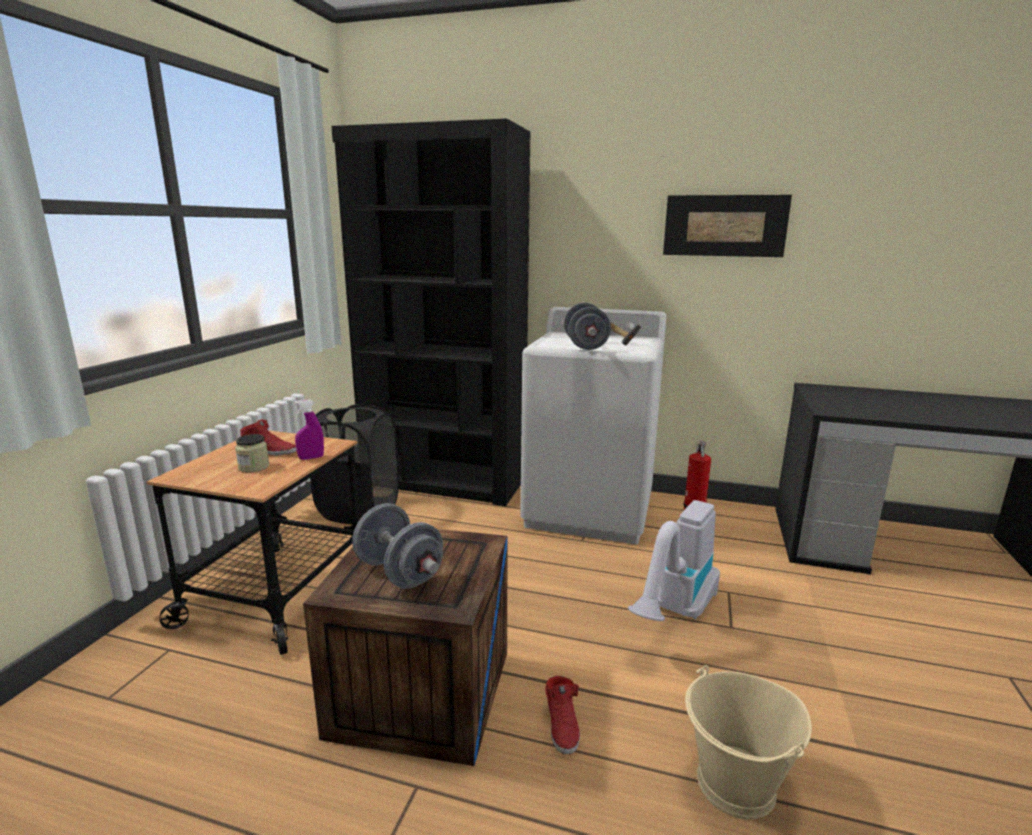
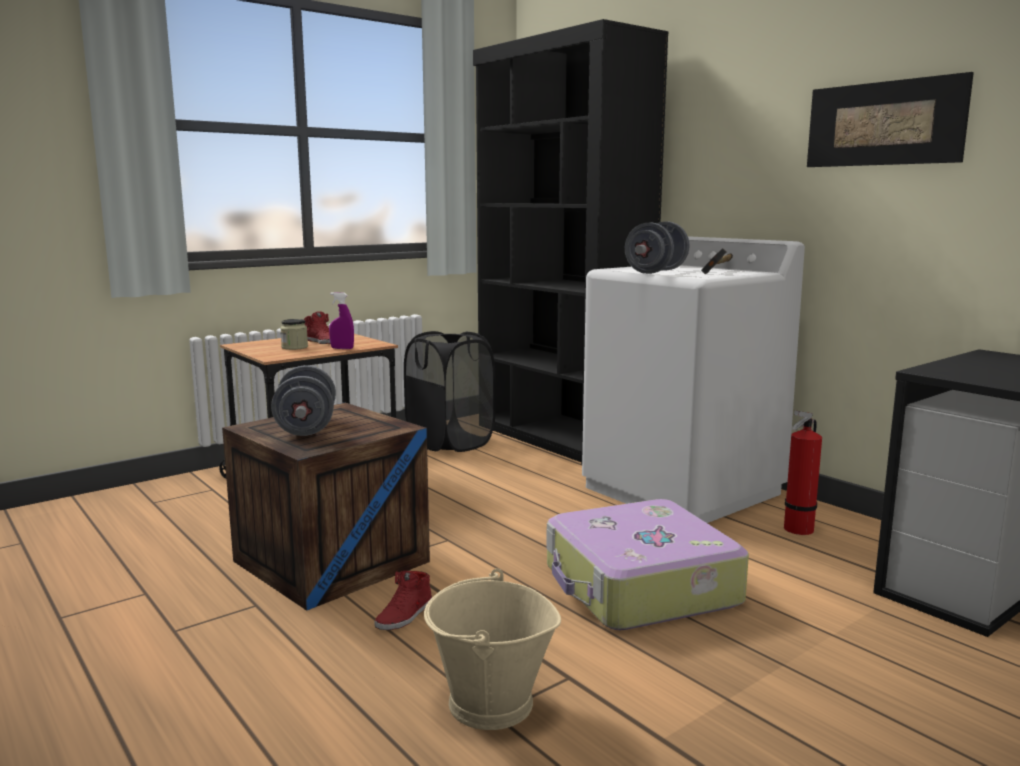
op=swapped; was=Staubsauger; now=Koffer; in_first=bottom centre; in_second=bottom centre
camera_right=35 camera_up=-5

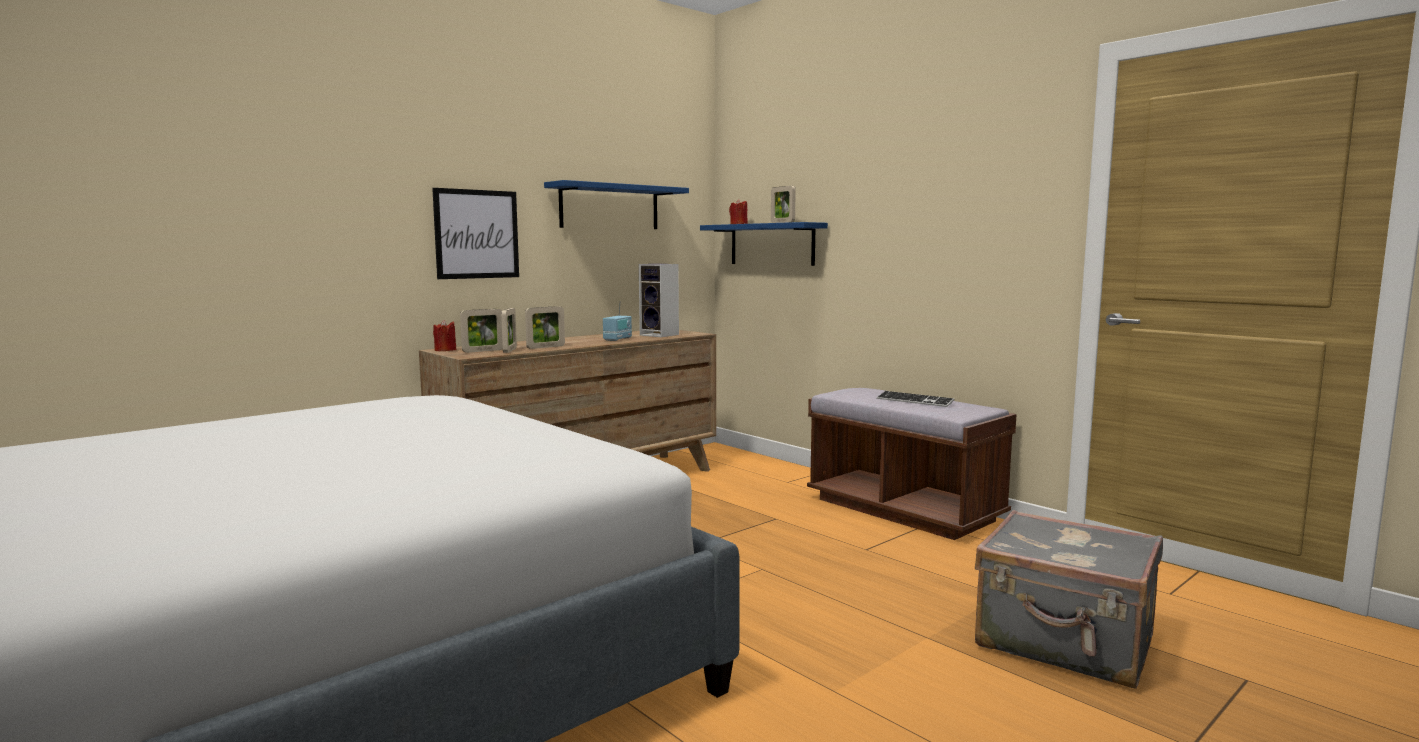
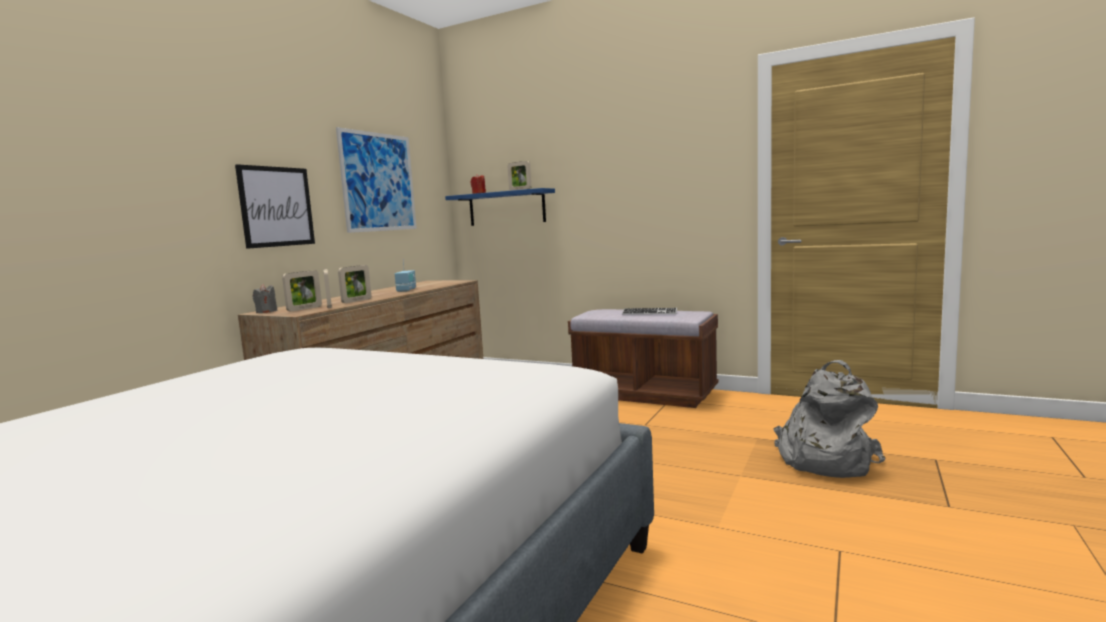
op=swapped; was=Wandregal (blau) (no. 1 from left); now=Bild (no. 2 from left); in_first=top centre; in_second=top centre
op=gone; was=Lautsprecher; in_first=centre
op=repainted; was=Kerze (rot) (no. 1 from left); now=Kerze (grau); in_first=middle left; in_second=middle left
op=swapped; was=Koffer (grau); now=Rucksack (grau); in_first=bottom right; in_second=bottom right
camera_right=-20 camera_up=0

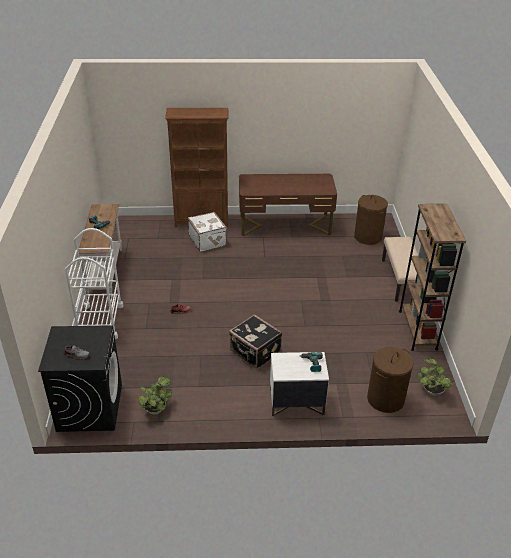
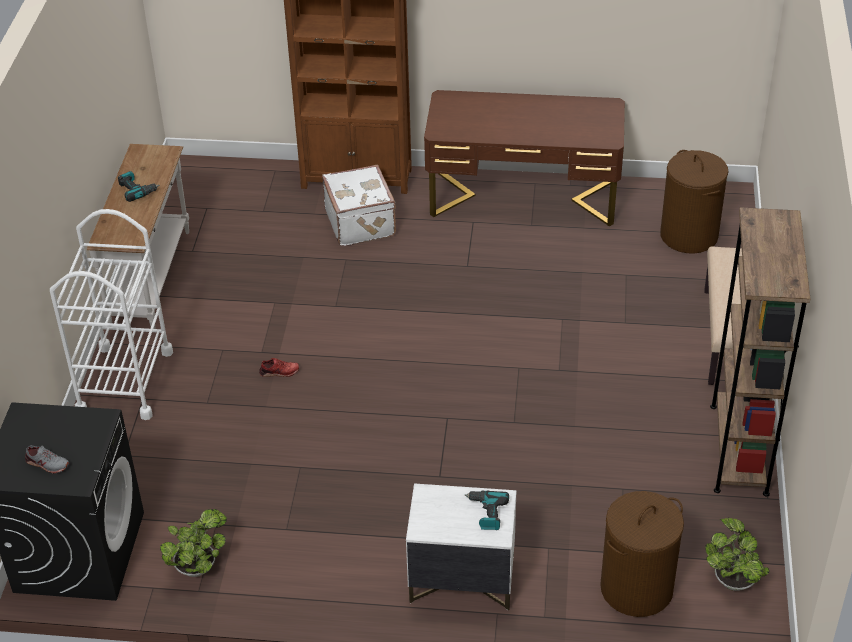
op=gone; was=Koffer (schwarz); in_first=centre
camera_right=10 camera_up=5

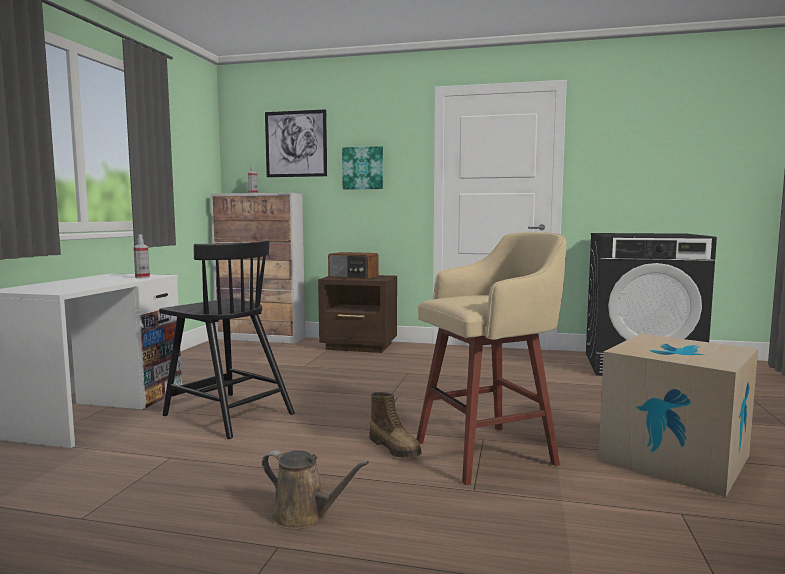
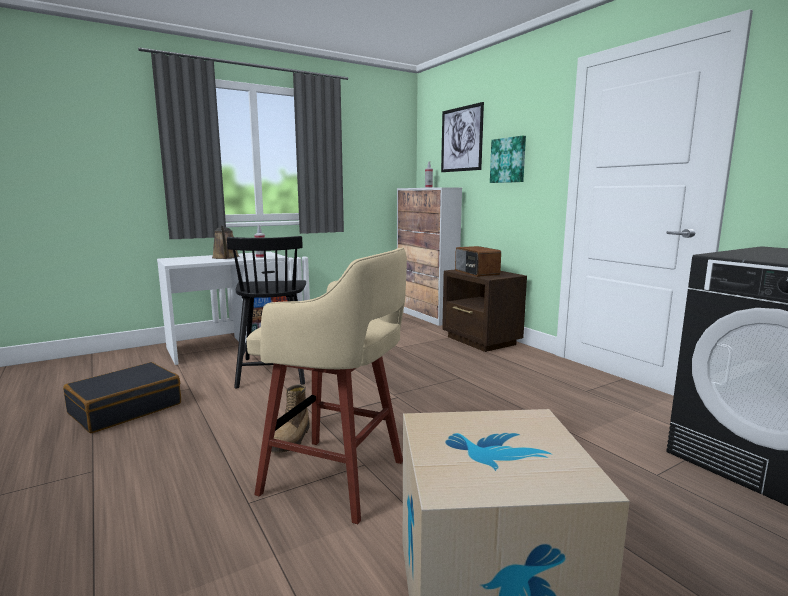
op=shifted; was=Gießkanne (braun); in_first=bottom centre; in_second=middle left
op=new; now=Koffer (schwarz); in_second=middle left
camera_right=45 camera_up=5

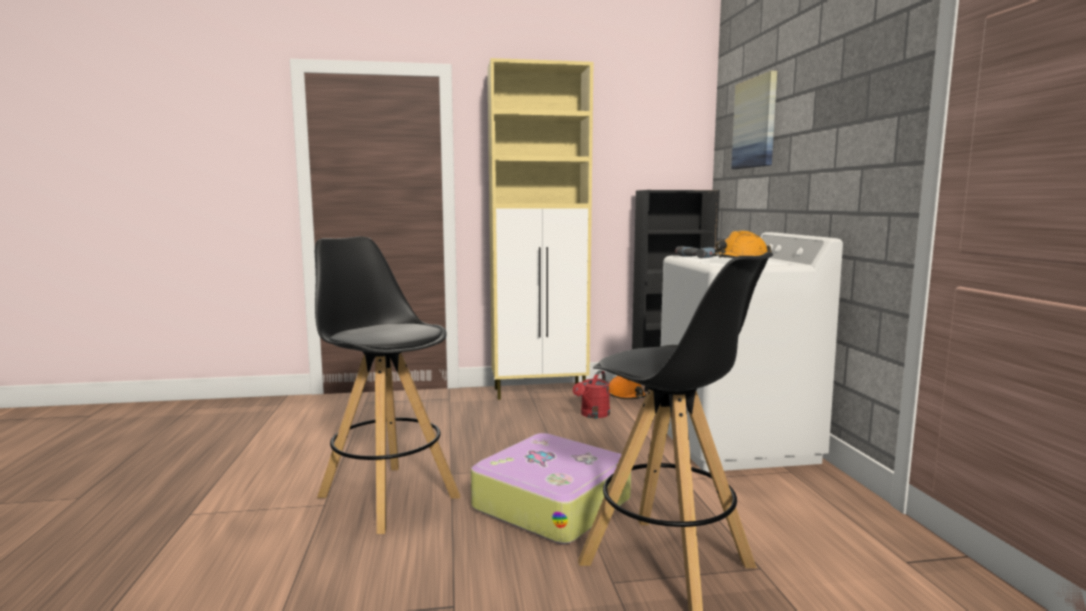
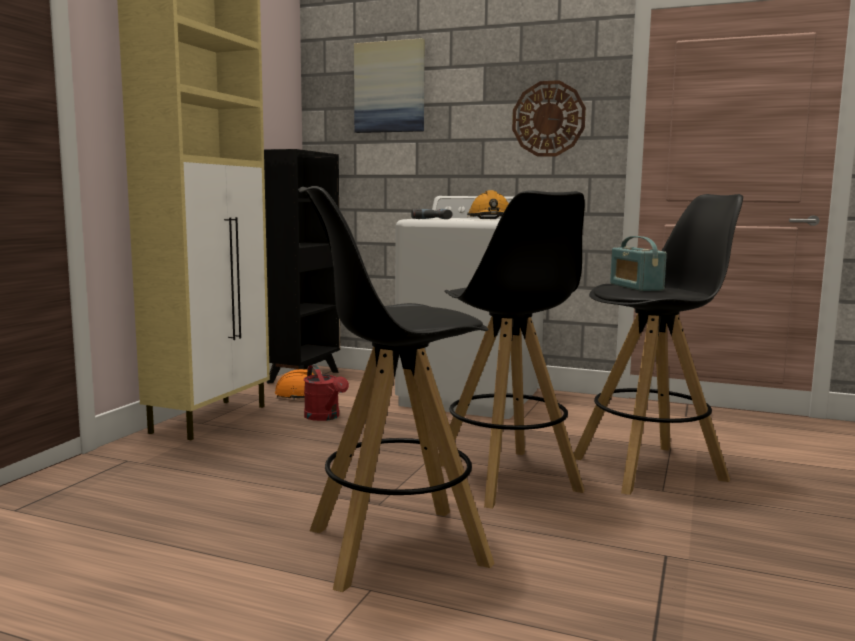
op=swapped; was=Koffer; now=Hocker (schwarz) (no. 2 from left); in_first=bottom centre; in_second=centre
op=new; now=Wanduhr; in_second=top centre
op=new; now=Radio; in_second=middle right
camera_right=-60 camera_up=0

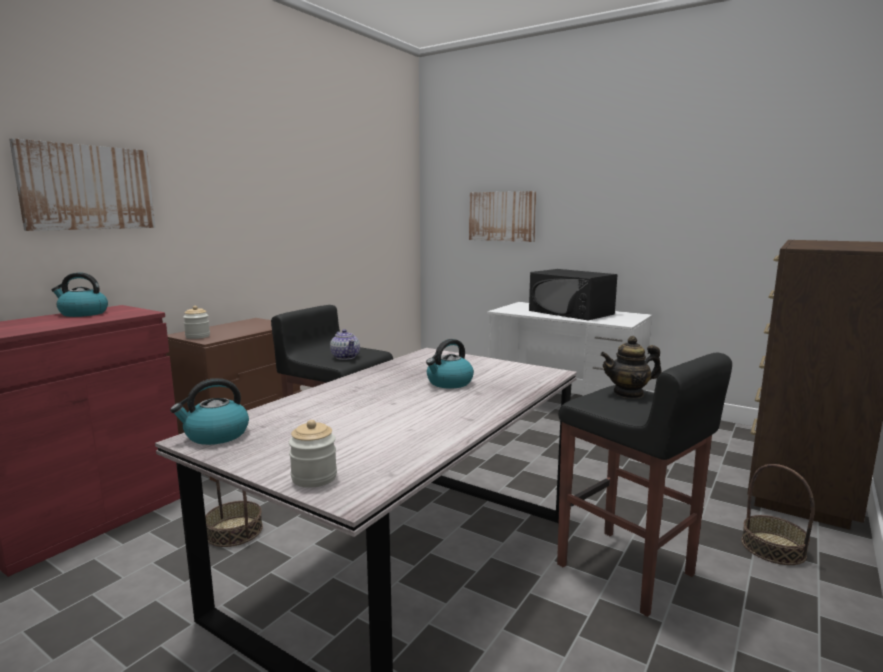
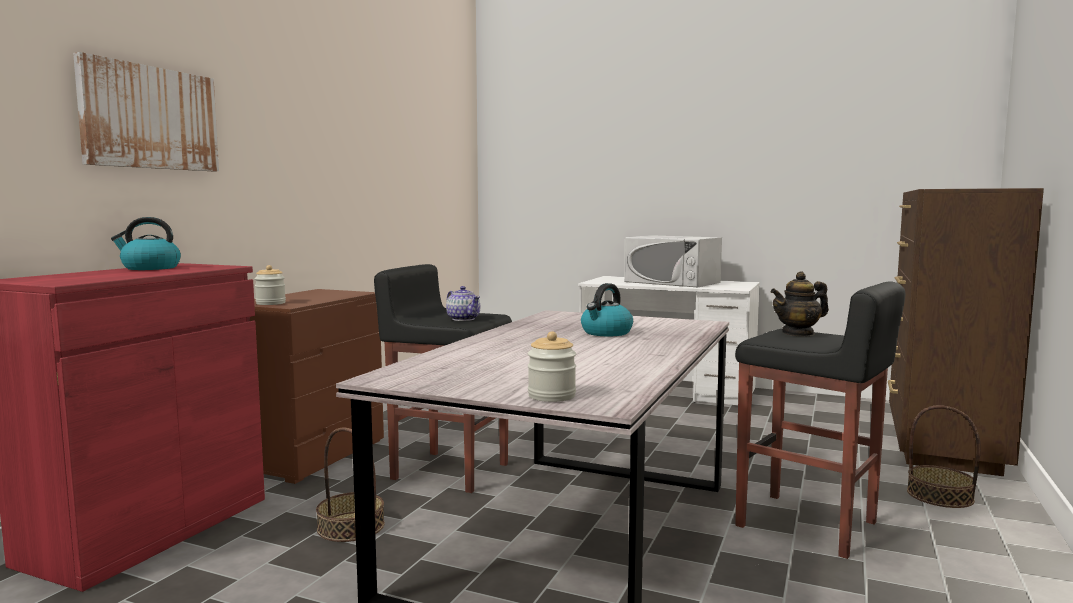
op=gone; was=Bild (no. 2 from left); in_first=top centre
op=repainted; was=Mikrowelle (schwarz); now=Mikrowelle (weiß); in_first=centre; in_second=centre
op=gone; was=Wasserkessel (no. 2 from left); in_first=middle left
camera_right=-10 camera_up=-5

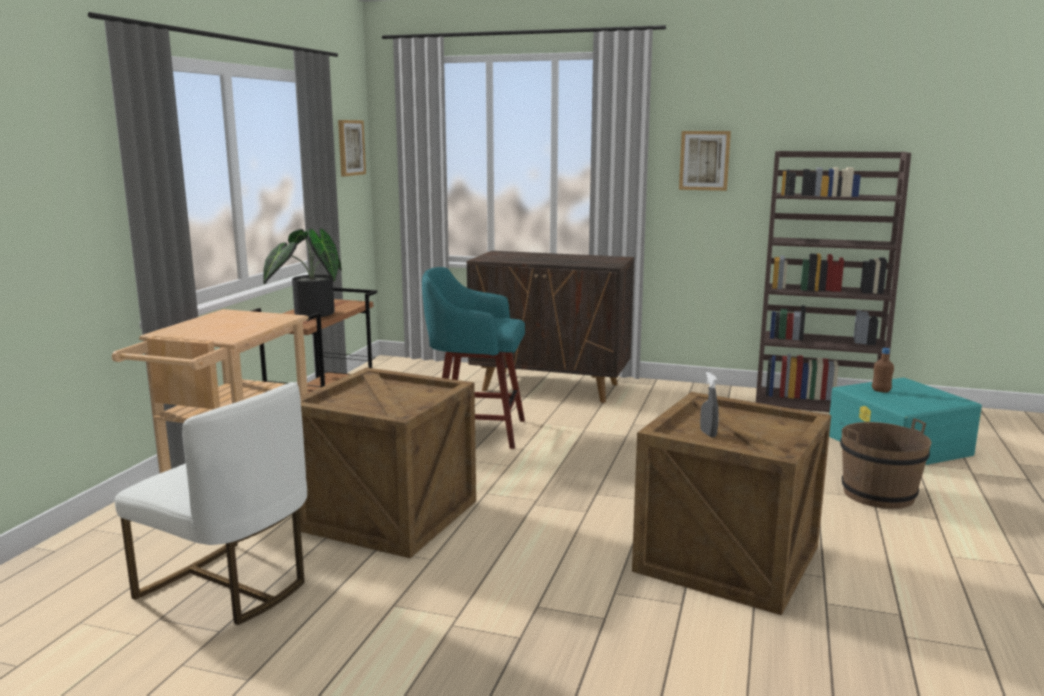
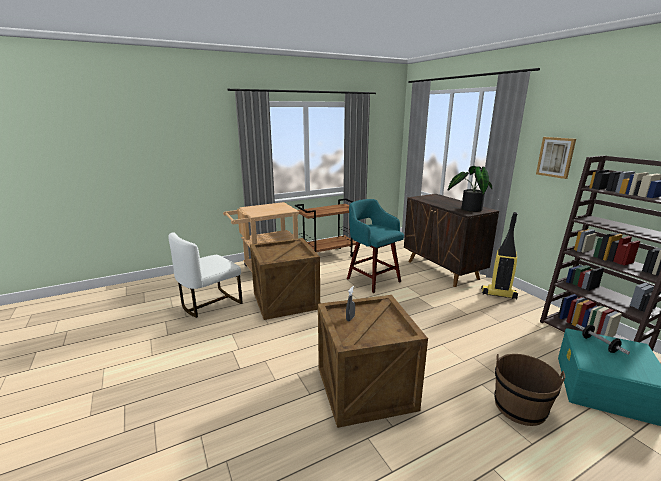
op=gone; was=Bild (no. 1 from left); in_first=top centre
op=shifted; was=Topfpflanze; in_first=middle left; in_second=middle right
op=swapped; was=Flasche (braun); now=Hantel; in_first=middle right; in_second=bottom right
op=rotated; was=Stuhl (weiß); in_first=bottom left; in_second=middle left; clockwise=60
op=new; now=Staubsauger; in_second=middle right
camera_right=45 camera_up=5

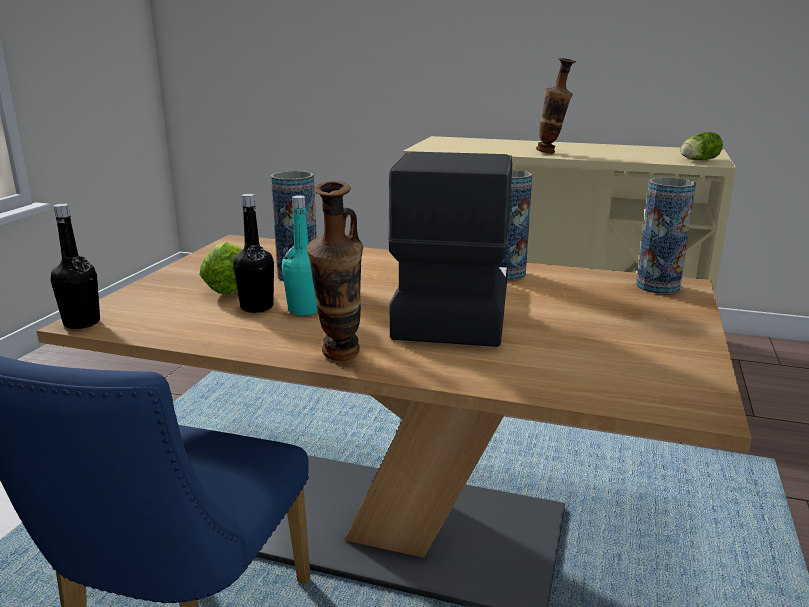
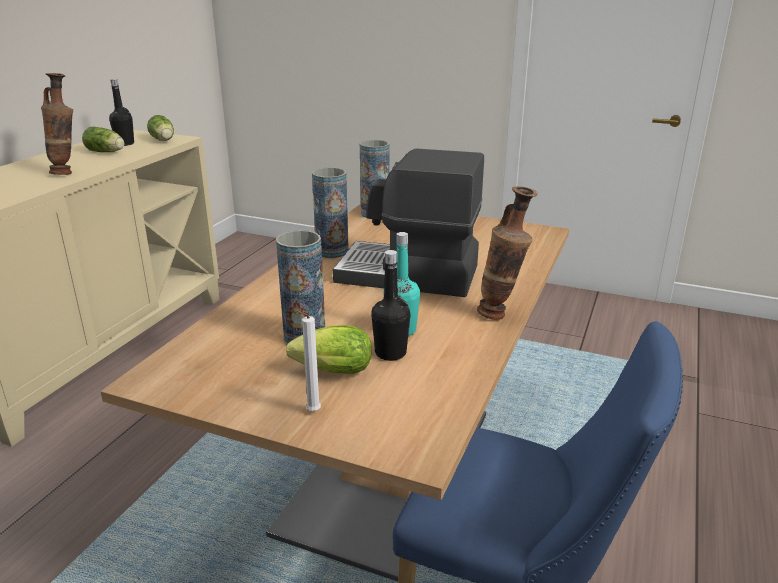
op=shifted; was=Flasche (schwarz) (no. 1 from left); in_first=middle left; in_second=top left
op=new; now=Salatkopf (no. 1 from left); in_second=top left
op=new; now=Kerze (weiß); in_second=centre
camera_right=-85 camera_up=5

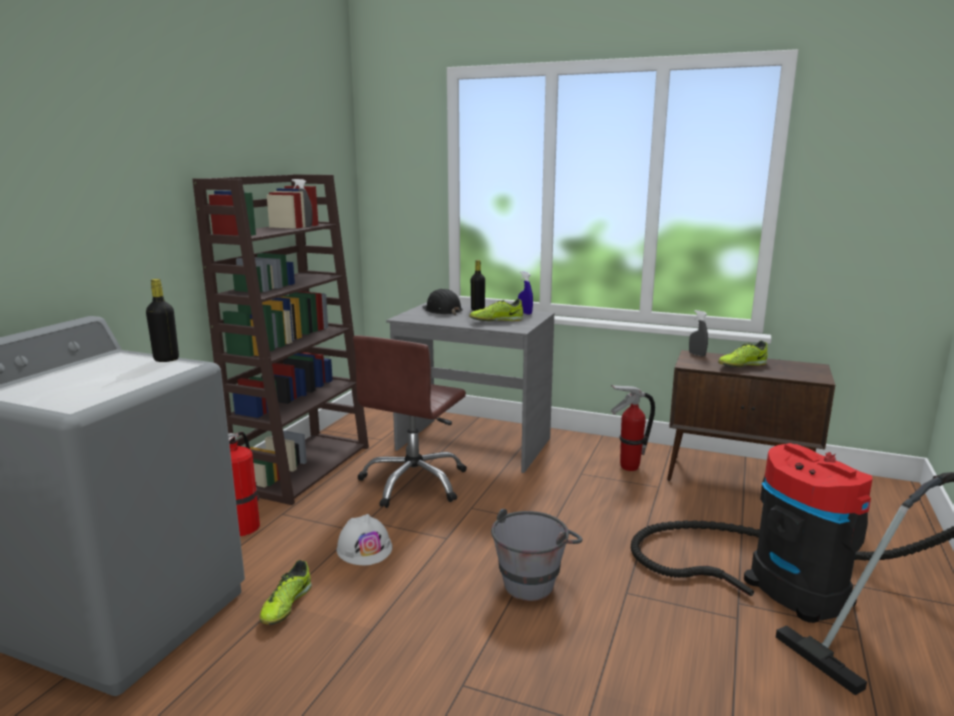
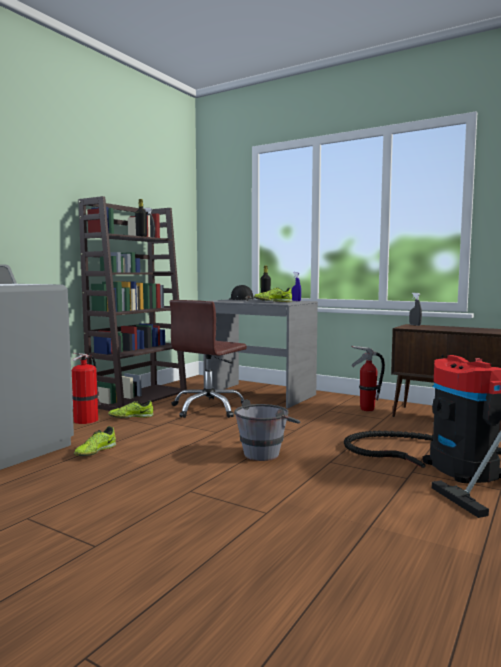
op=shifted; was=Flasche (schwarz) (no. 1 from left); in_first=middle left; in_second=top left
op=shifted; was=Schuh (no. 3 from left in the first image); now=Schuh (no. 2 from left); in_first=middle right; in_second=middle left
op=gone; was=Schutzhelm (weiß); in_first=bottom centre
camera_right=10 camera_up=-10

